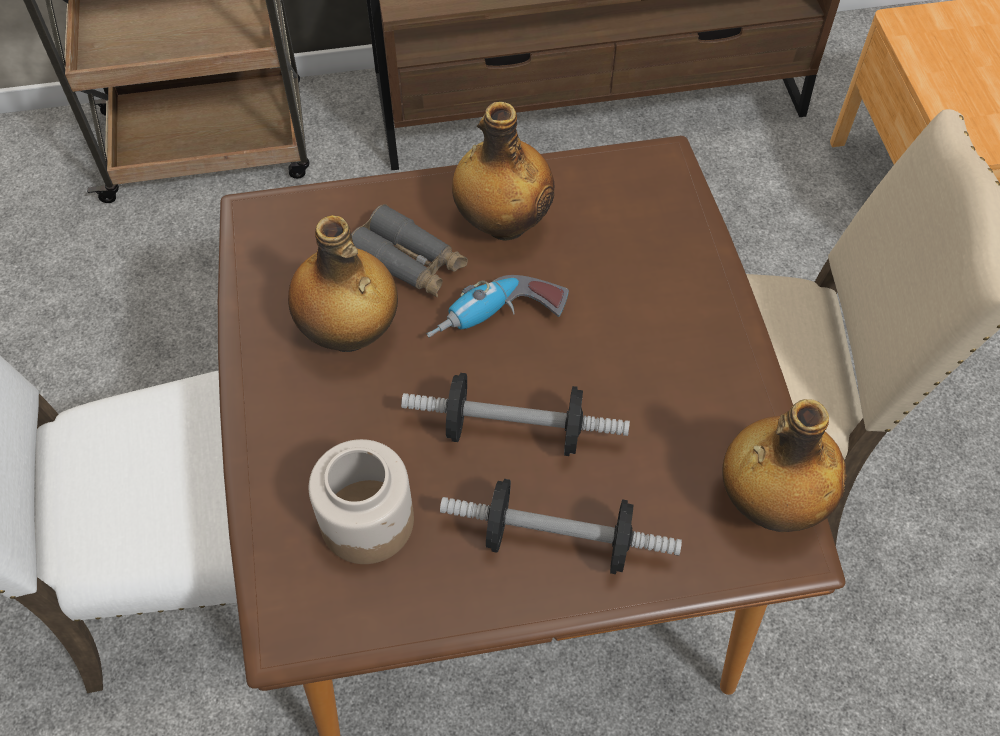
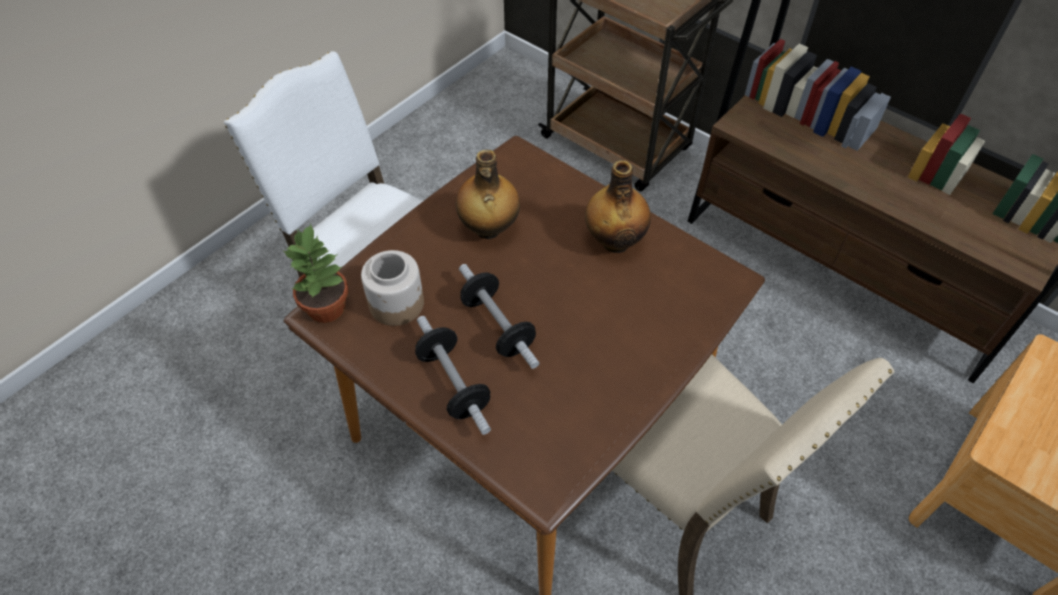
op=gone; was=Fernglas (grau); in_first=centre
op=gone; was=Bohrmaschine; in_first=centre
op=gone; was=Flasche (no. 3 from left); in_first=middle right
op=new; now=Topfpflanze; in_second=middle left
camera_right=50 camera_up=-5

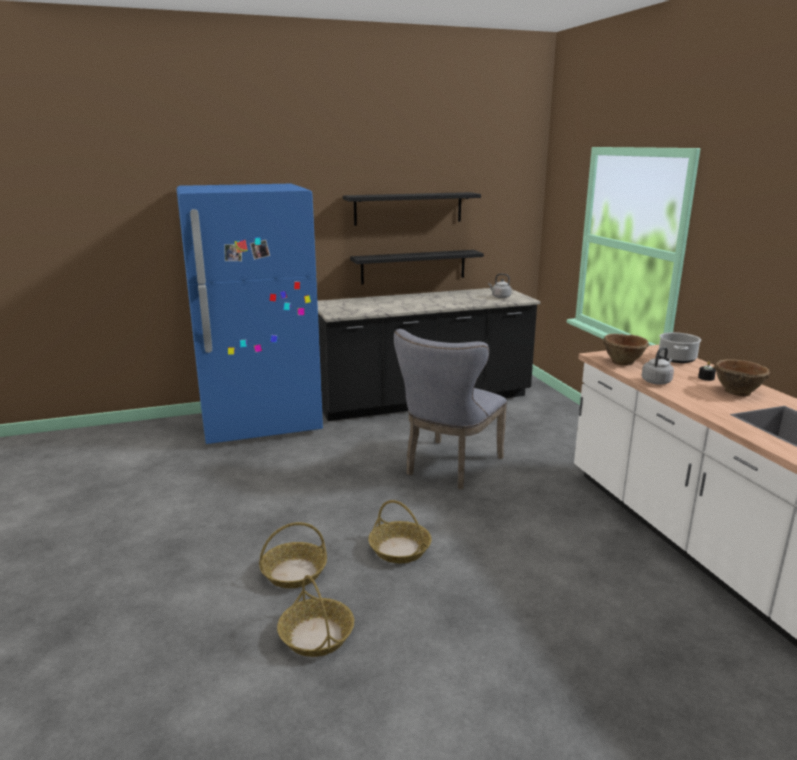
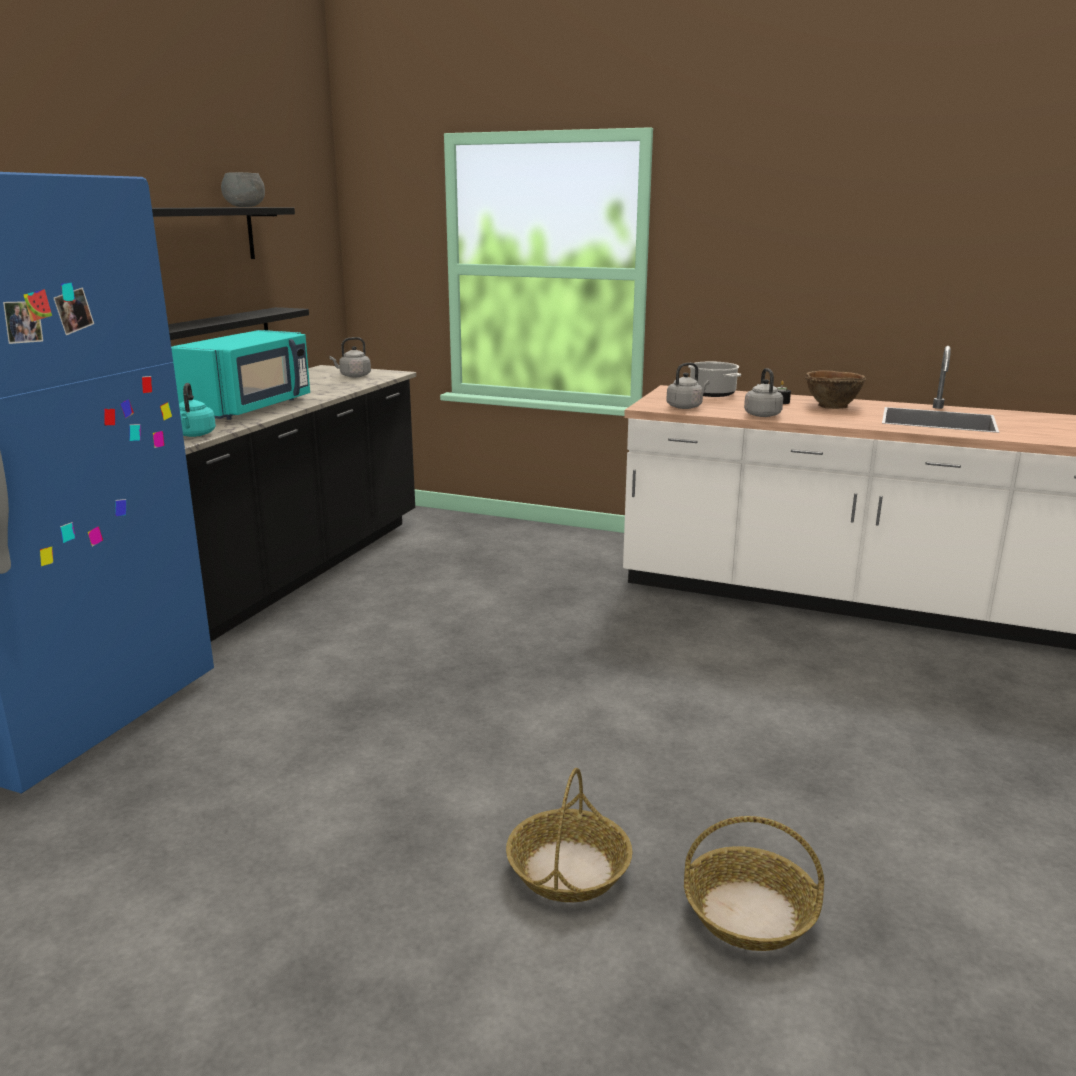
op=gone; was=Stuhl (grau); in_first=centre
op=swapped; was=Schüssel (braun) (no. 1 from left); now=Wasserkessel (grau) (no. 2 from left); in_first=middle right; in_second=centre
op=gone; was=Korb (no. 3 from left); in_first=bottom centre
op=new; now=Schüssel (grau); in_second=top left
op=new; now=Mikrowelle (türkis); in_second=middle left
op=new; now=Wasserkessel (türkis); in_second=middle left
camera_right=-50 camera_up=0

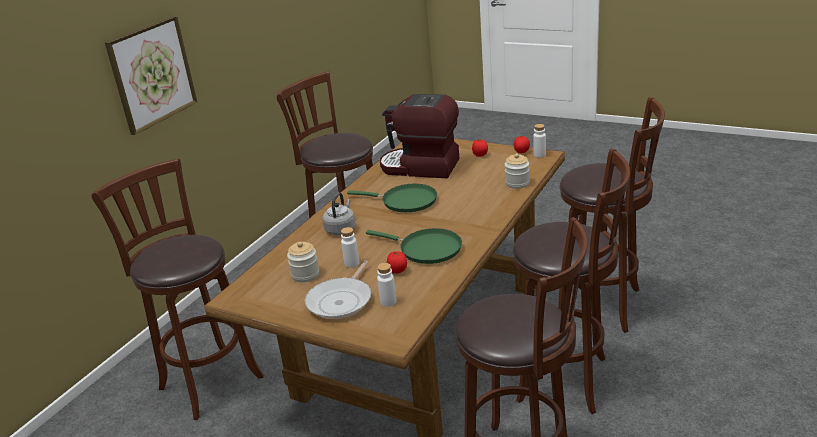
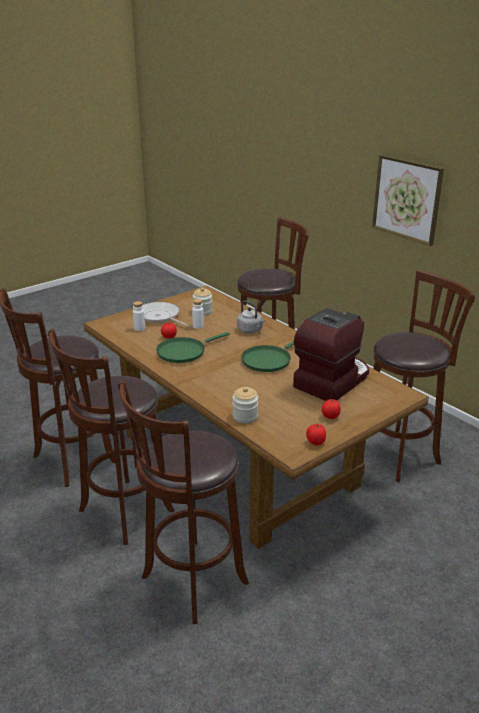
op=gone; was=Flasche (weiß) (no. 3 from left); in_first=top centre
camera_right=110 camera_up=0

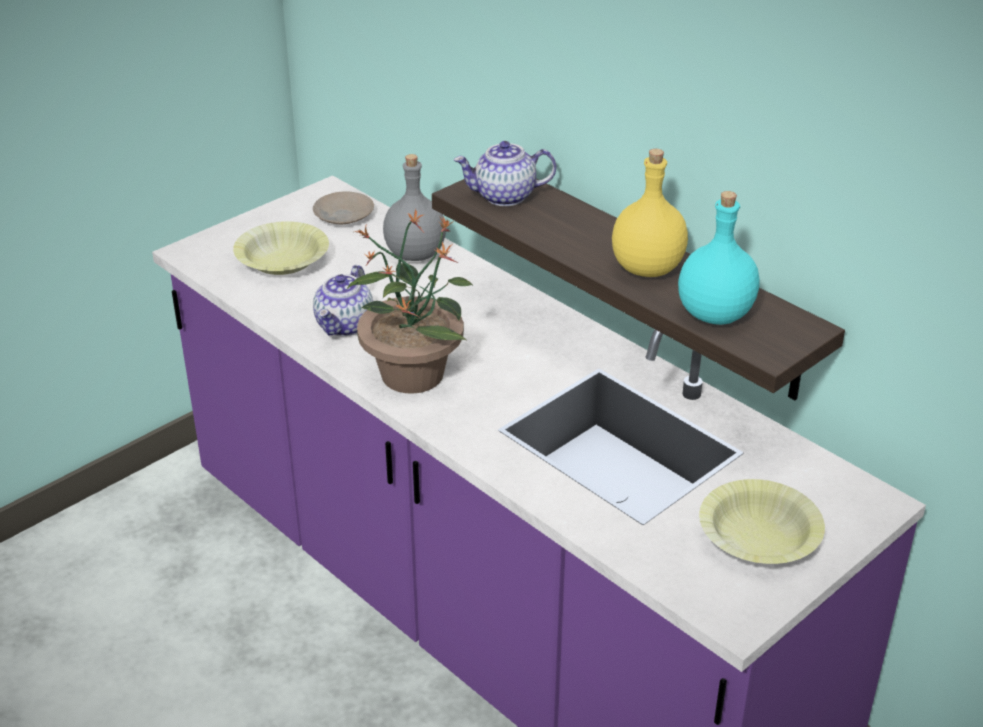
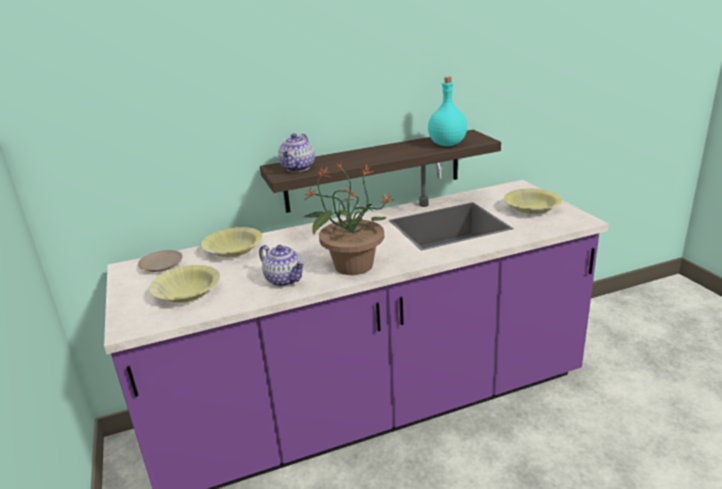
op=gone; was=Flasche (gelb); in_first=top centre
op=swapped; was=Flasche (grau); now=Schüssel (gelb) (no. 2 from left); in_first=top centre; in_second=middle left
camera_right=-65 camera_up=-10

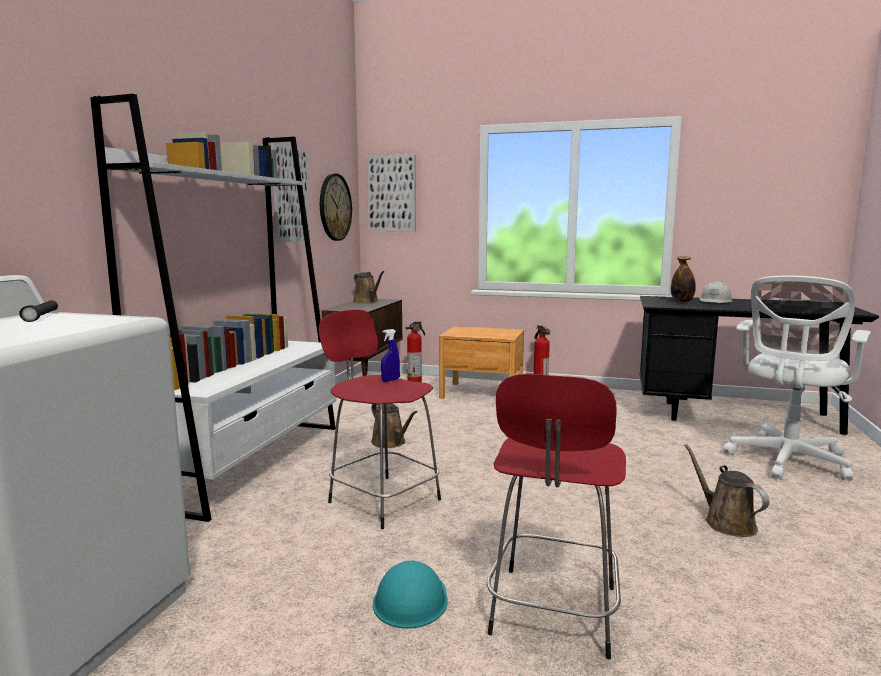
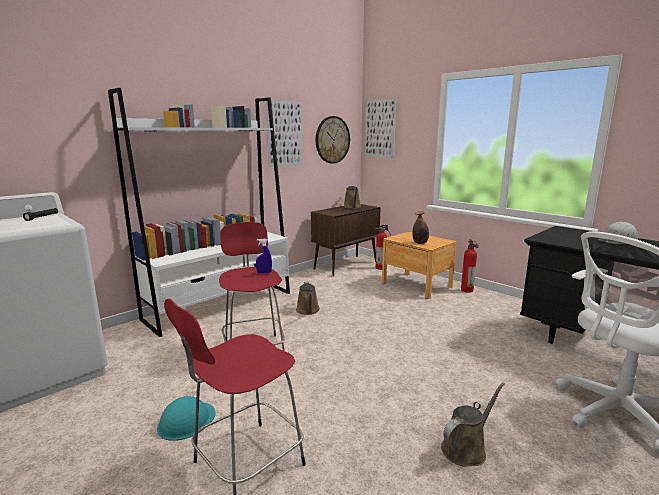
op=shifted; was=Flasche; in_first=middle right; in_second=centre
op=rotated; was=Gießkanne (braun) (no. 3 from left); in_first=bottom right; in_second=bottom right; clockwise=45
camera_right=30 camera_up=5

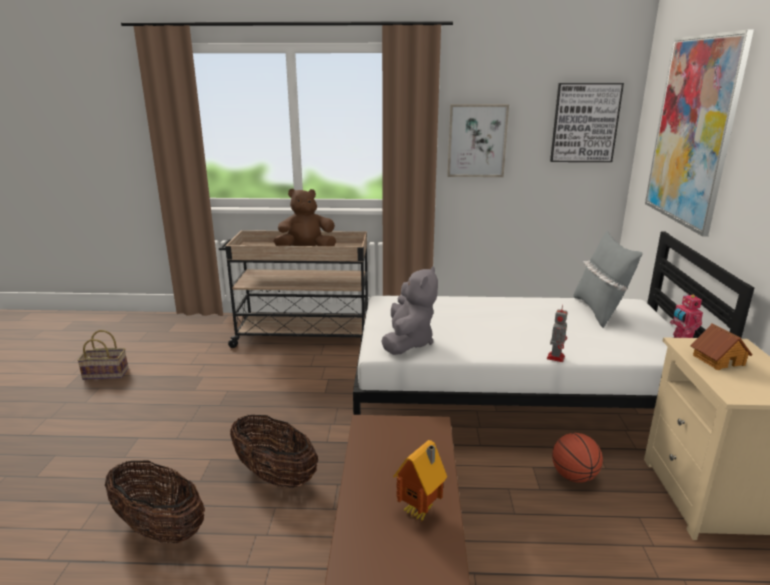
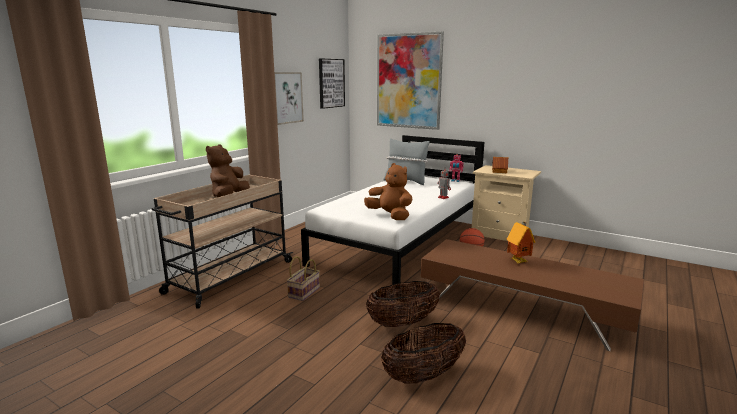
op=repainted; was=Plüschtier (grau); now=Plüschtier (braun) (no. 2 from left); in_first=centre; in_second=centre
op=shifted; was=Korb (no. 1 from left); in_first=middle left; in_second=bottom centre
camera_right=-60 camera_up=-5

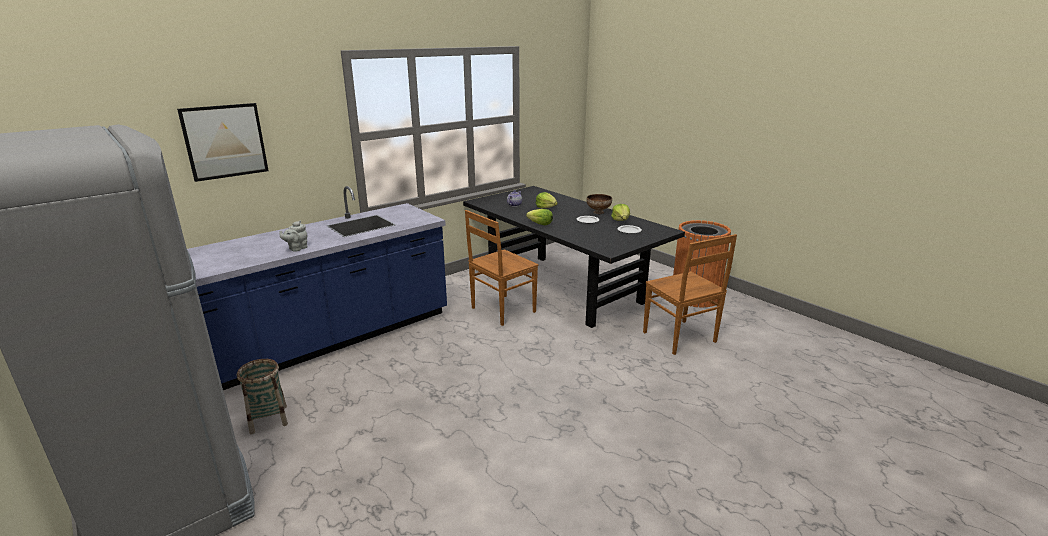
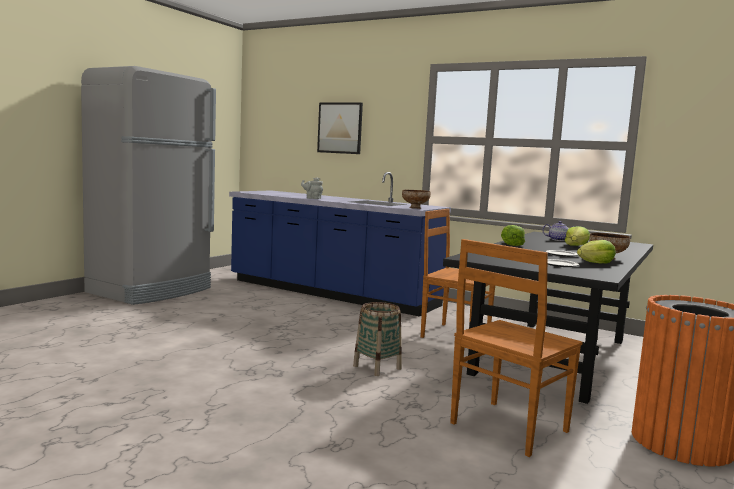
op=shifted; was=Korb; in_first=bottom left; in_second=bottom centre
op=new; now=Schüssel (no. 1 from left); in_second=centre
camera_right=70 camera_up=-15

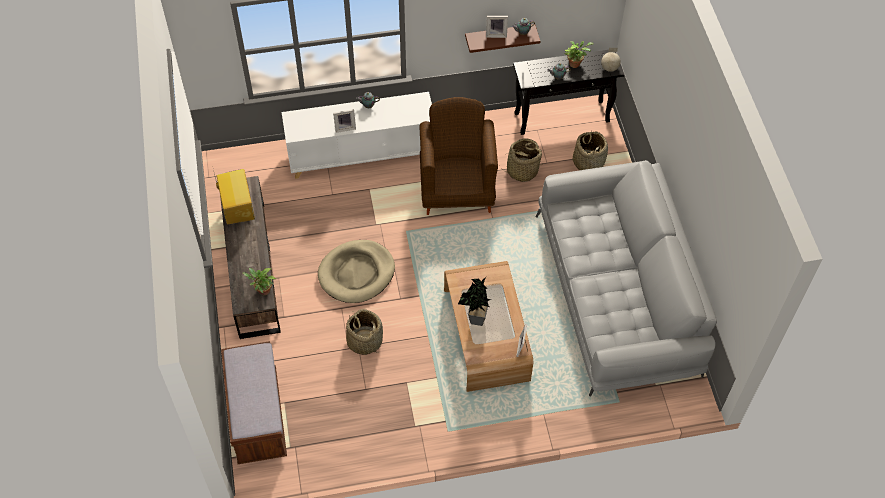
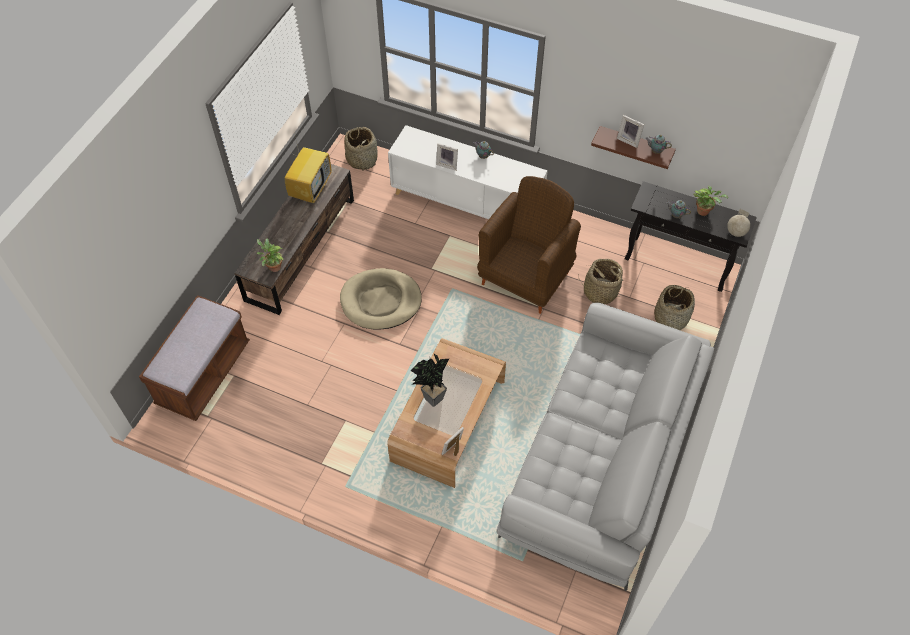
op=shifted; was=Korb (no. 1 from left); in_first=bottom centre; in_second=top centre
camera_right=35 camera_up=0

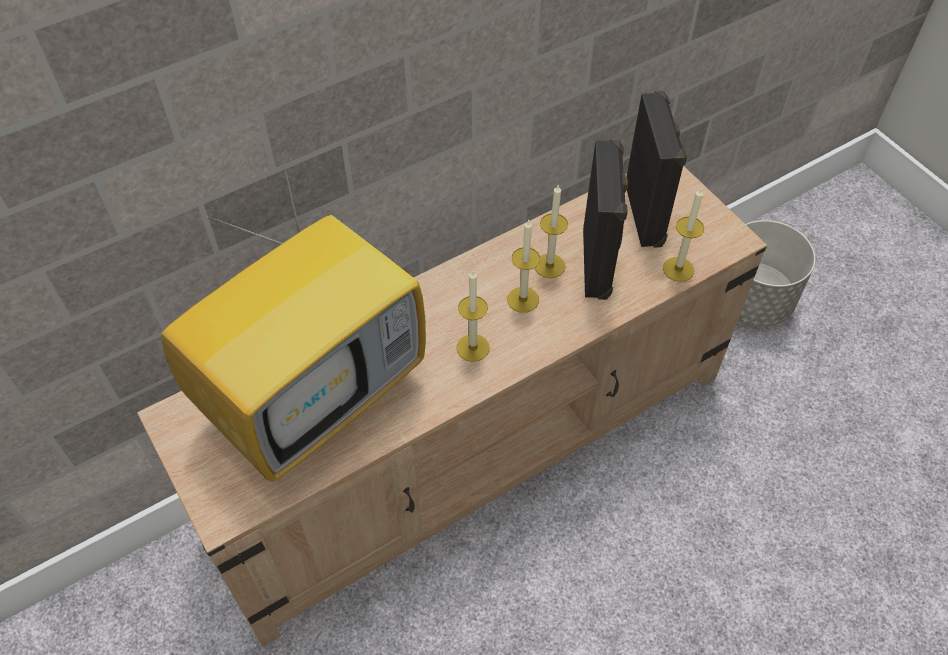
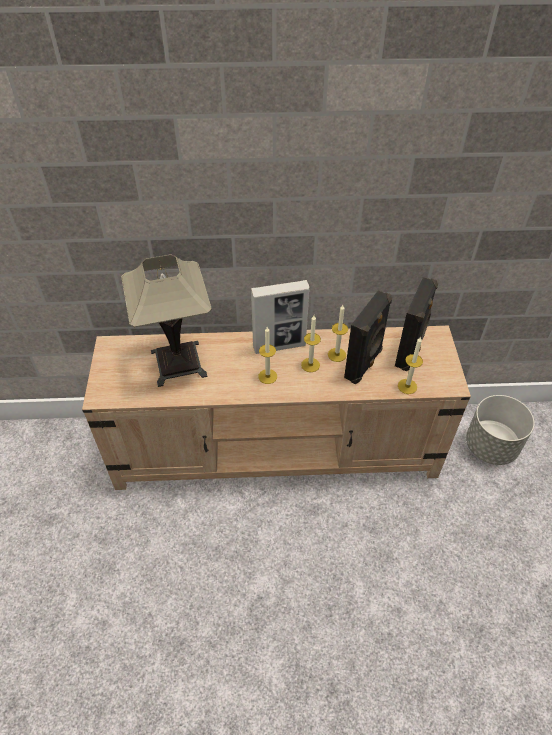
op=swapped; was=Fernseher; now=Tischlampe; in_first=middle left; in_second=middle left
op=new; now=Bilderrahmen; in_second=centre
camera_right=30 camera_up=-5

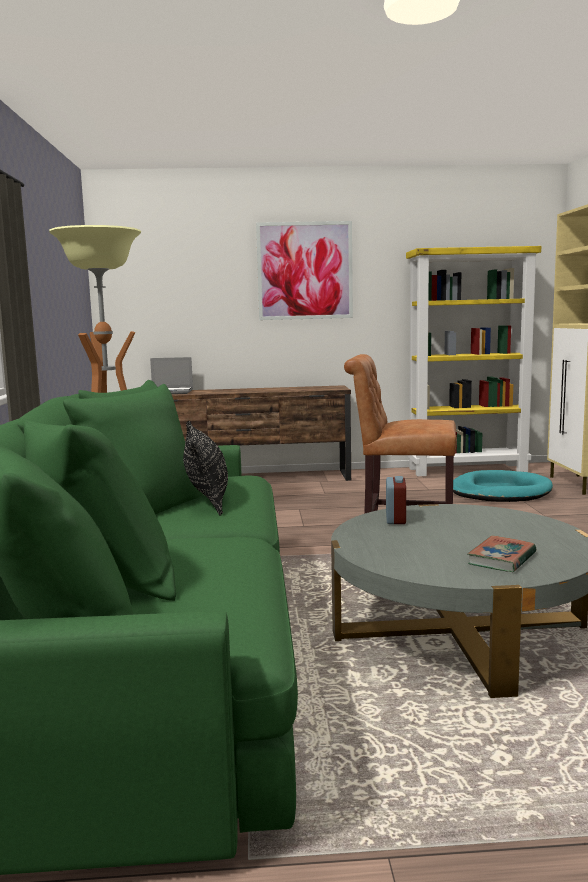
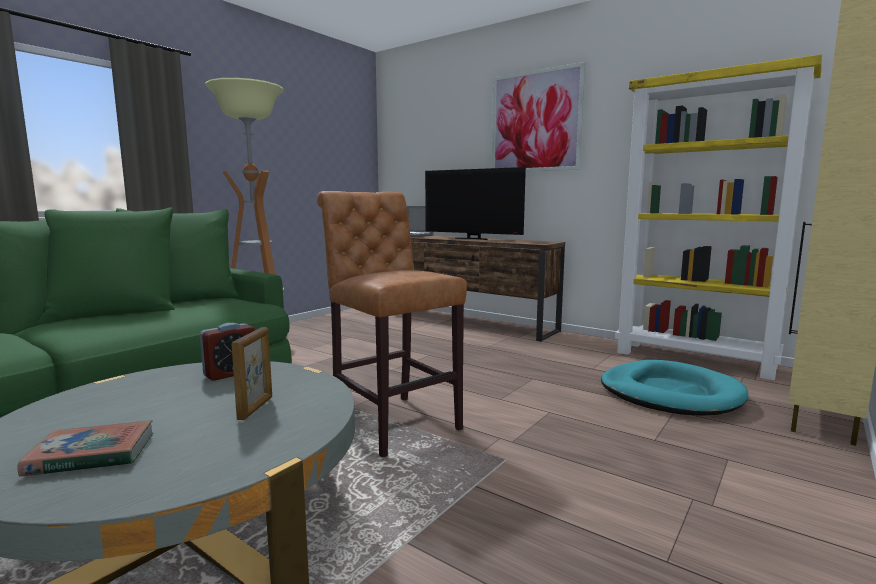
op=gone; was=Kissen (schwarz); in_first=centre
op=new; now=Fernseher; in_second=centre
op=new; now=Bilderrahmen; in_second=middle left
camera_right=40 camera_up=0

